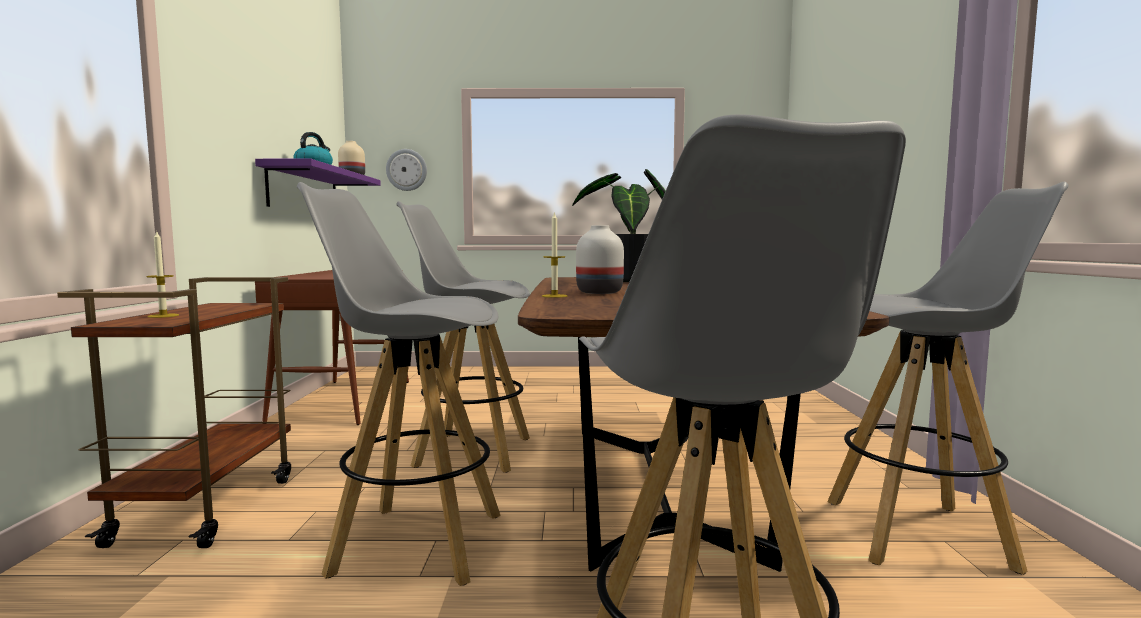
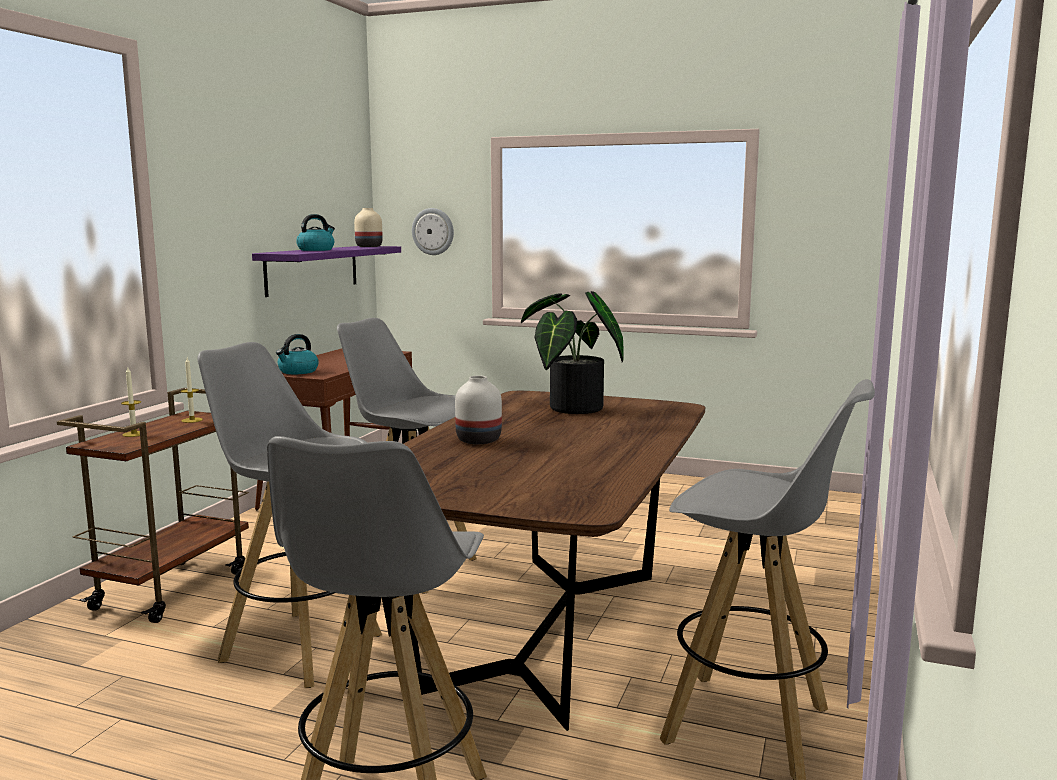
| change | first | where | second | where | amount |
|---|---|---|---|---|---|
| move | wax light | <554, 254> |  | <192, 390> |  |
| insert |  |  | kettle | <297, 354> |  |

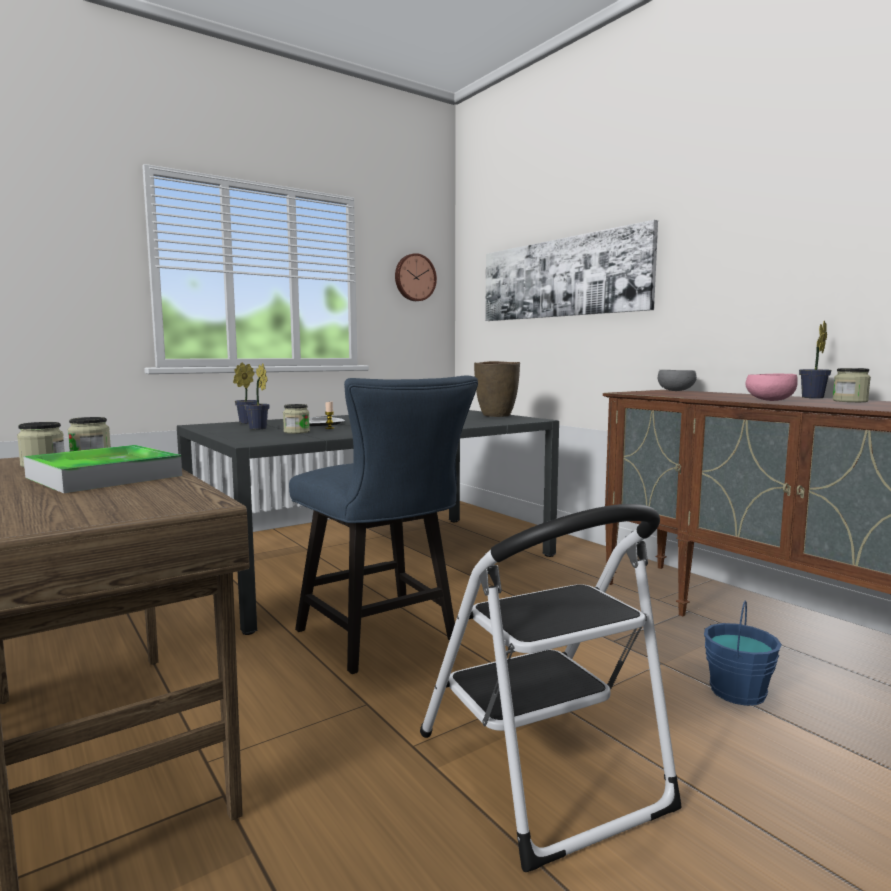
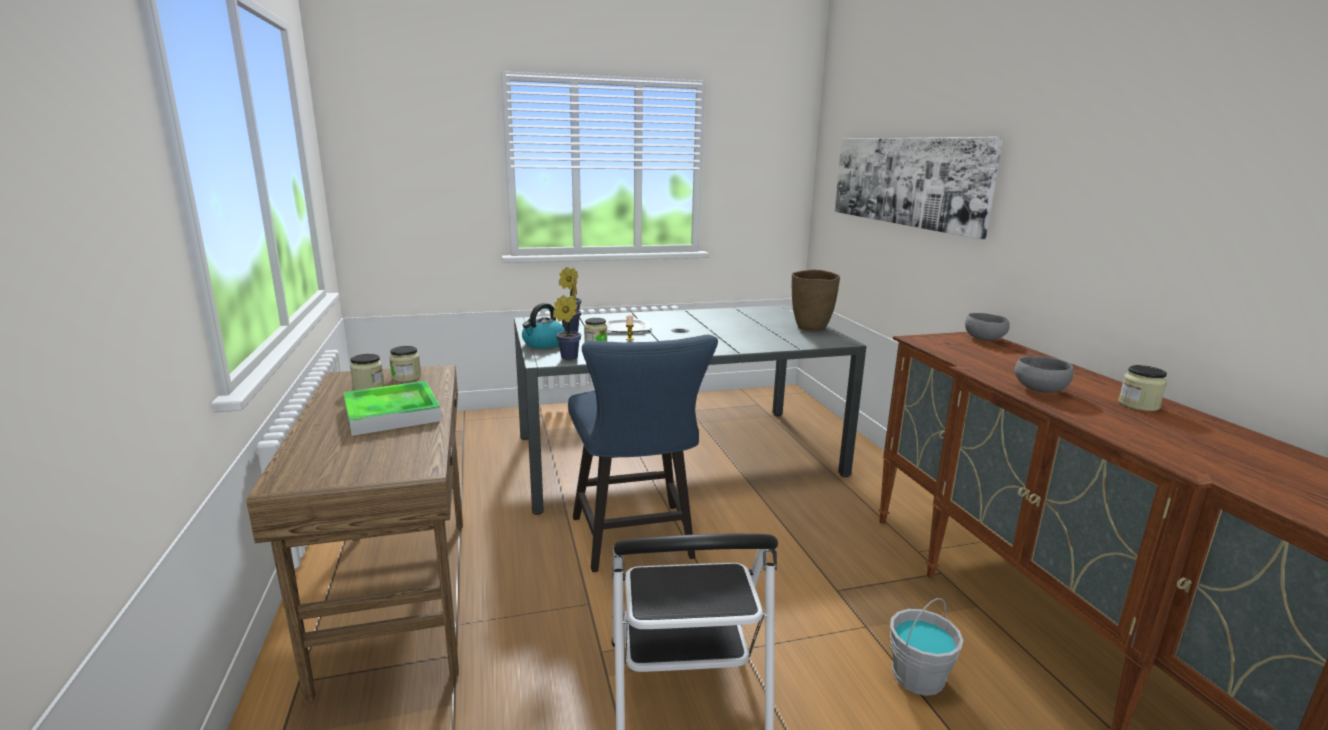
| change | first | where | second | where | amount |
|---|---|---|---|---|---|
| delete | wall clock | <416, 277> |  |  |  |
| move | potted plant | <815, 359> |  | <567, 327> |  |
| recolor | pink deep dish | <771, 387> | greyish deep dish | <1043, 374> |  |
| recolor | bluish bucket | <743, 653> | greyish bucket | <927, 647> |  |
| insert |  |  | kettle | <543, 325> |  |

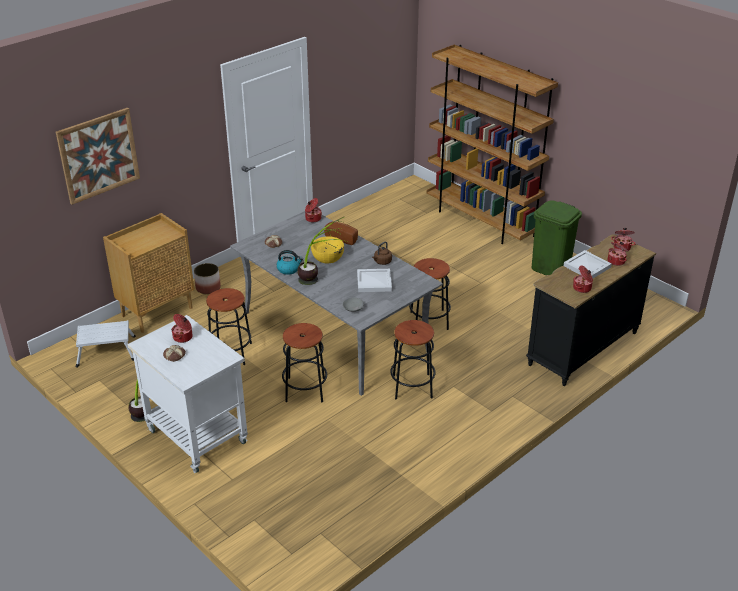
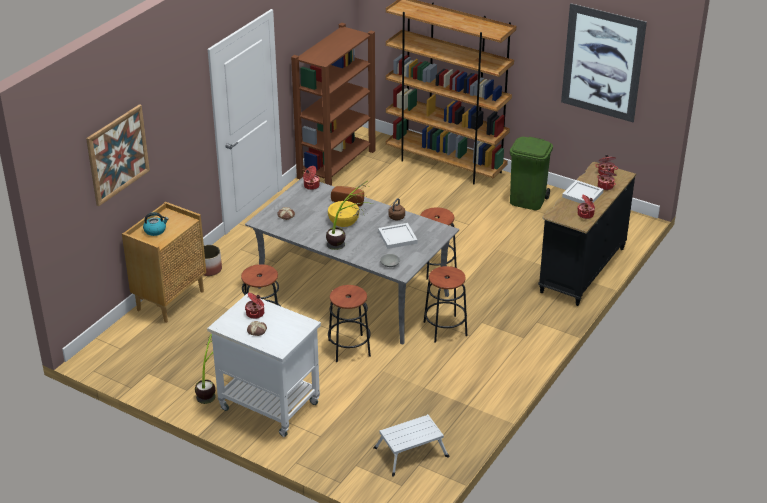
| change | first | where | second | where | amount |
|---|---|---|---|---|---|
| move | kettle | <289, 262> |  | <156, 224> |  |
| move | white-coloured stepladder | <106, 344> |  | <411, 445> |  |
| insert |  |  | wall picture | <604, 62> |  |
| insert |  |  | brown bookshelf | <333, 104> |  |

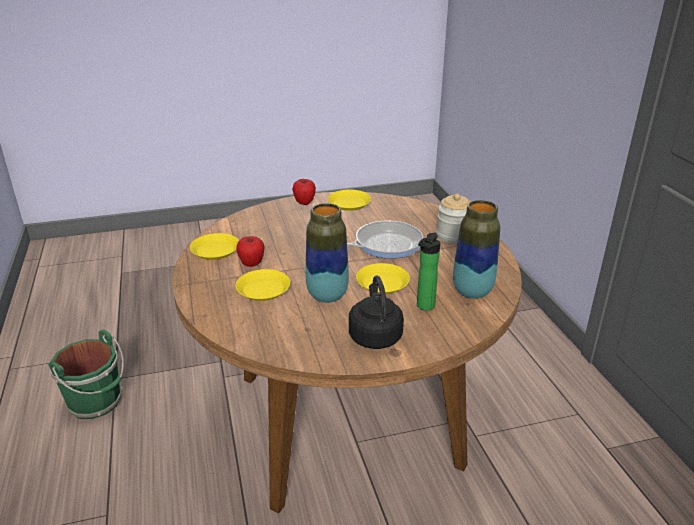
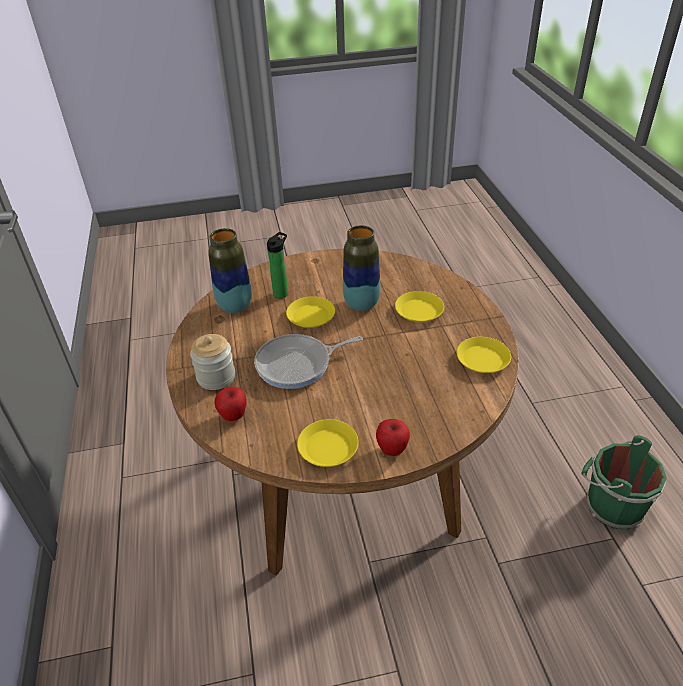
| change | first | where | second | where | amount |
|---|---|---|---|---|---|
| move | apple fruit | <250, 251> |  | <230, 404> |  |
| delete | blackish kettle | <376, 312> |  |  |  |

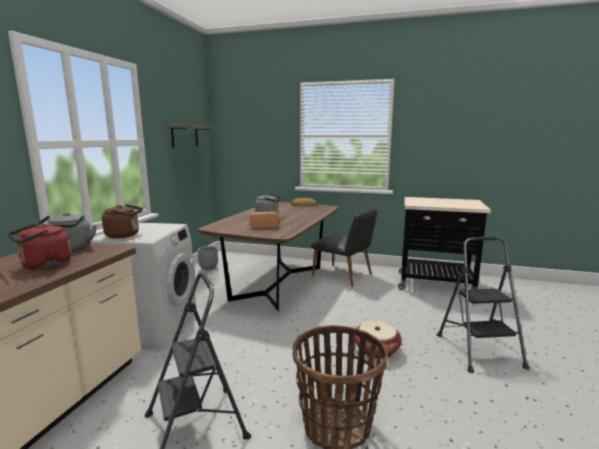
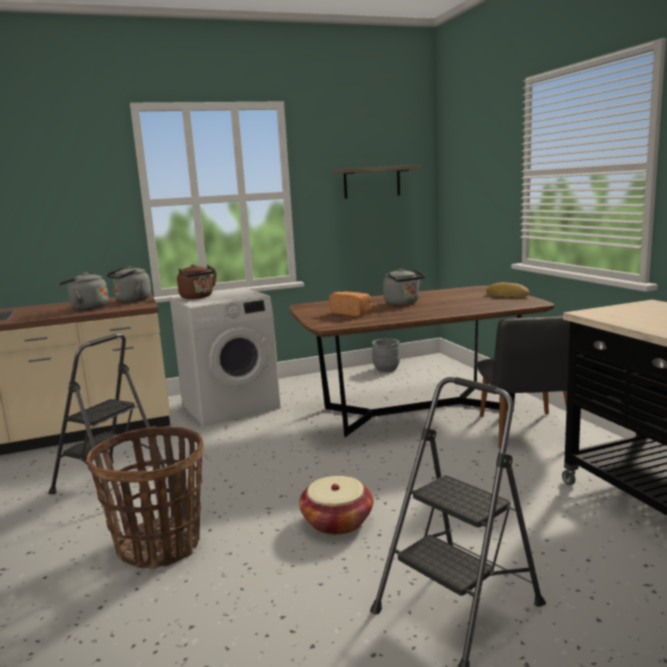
| change | first | where | second | where | amount |
|---|---|---|---|---|---|
| recolor | reddish kettle | <39, 247> | greyish kettle | <83, 291> |  |

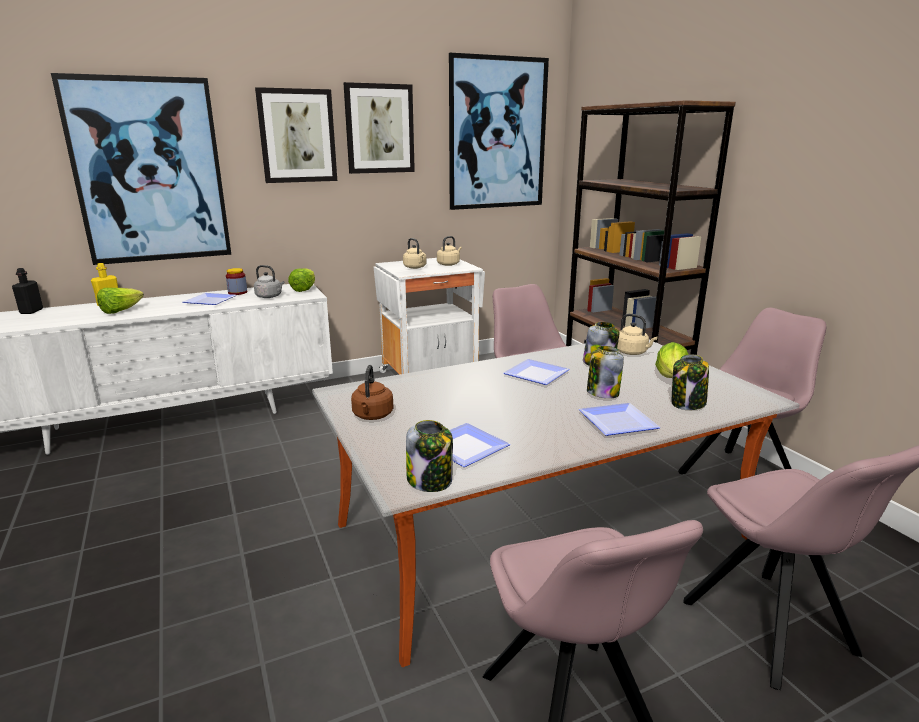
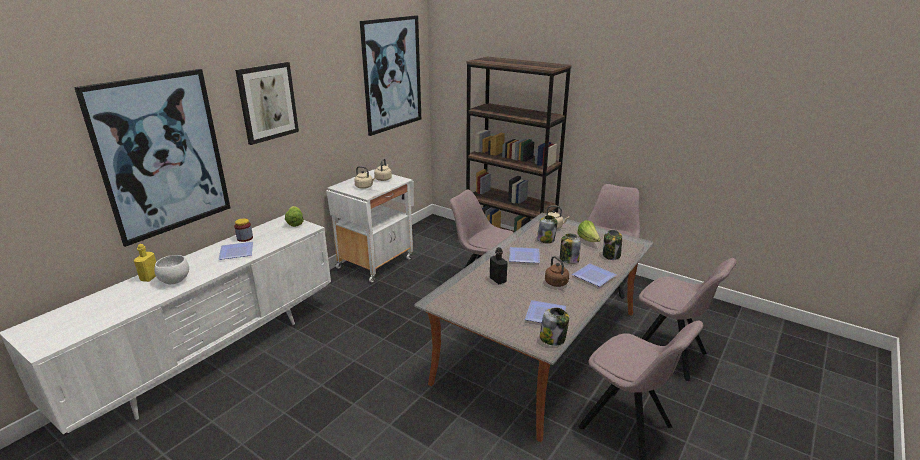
| change | first | where | second | where | amount |
|---|---|---|---|---|---|
| delete | wall picture | <379, 128> |  |  |  |
| delete | greyish kettle | <269, 281> |  |  |  |
| move | blackish beverage bottle | <27, 291> |  | <499, 265> |  |
| replace | lettuce head | <120, 301> | white-coloured deep dish | <171, 269> |  |
| move | brown kettle | <372, 392> |  | <557, 271> |  |

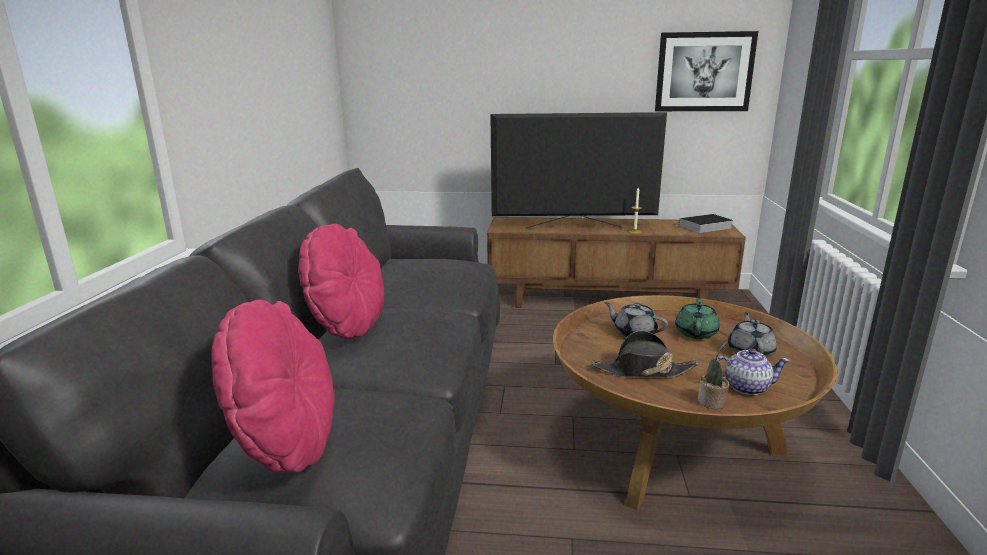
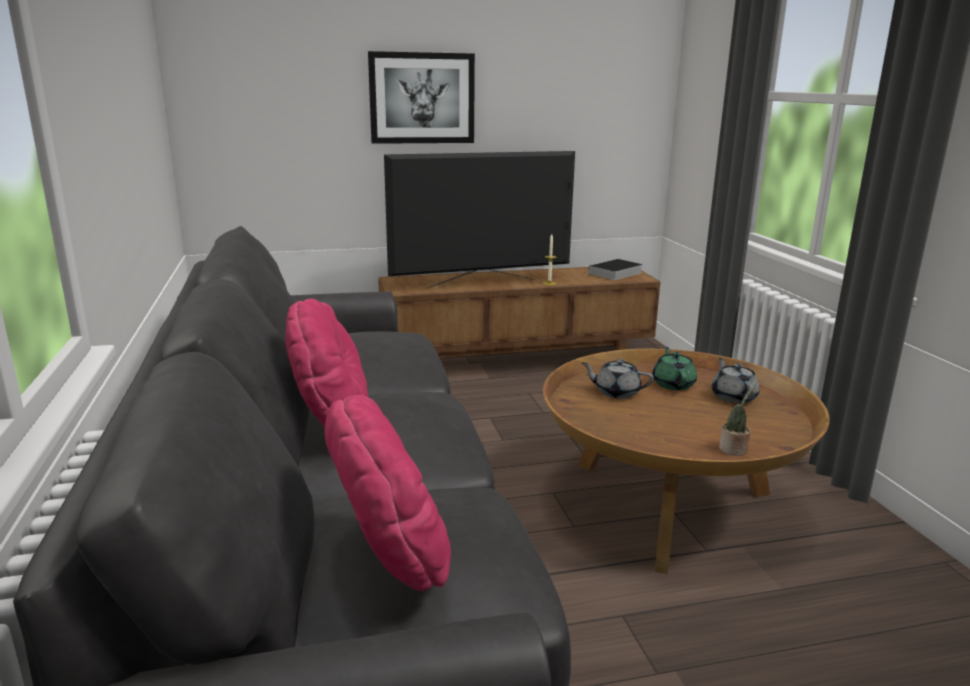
| change | first | where | second | where | amount |
|---|---|---|---|---|---|
| move | wall picture | <706, 71> |  | <421, 97> |  |
| delete | blackish hat | <644, 354> |  |  |  |
| delete | teapot | <754, 371> |  |  |  |

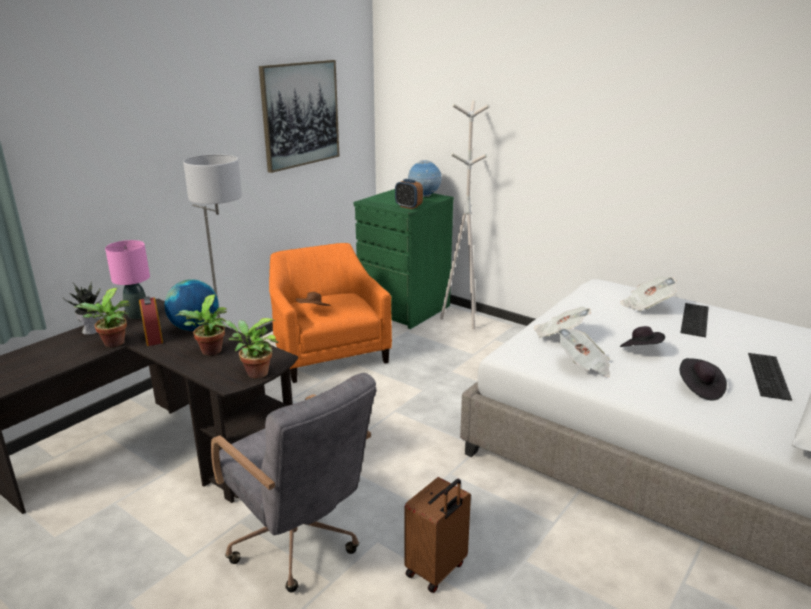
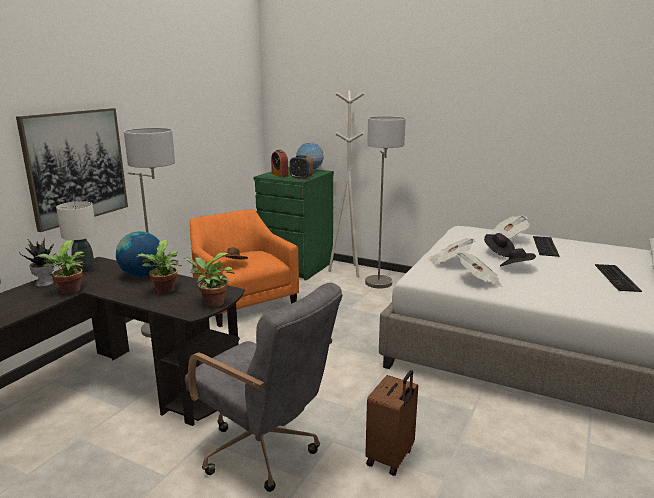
| change | first | where | second | where | amount |
|---|---|---|---|---|---|
| move | wall picture | <299, 116> |  | <72, 170> |  |
| recolor | pink tabletop lamp | <127, 279> | white-coloured tabletop lamp | <76, 237> |  |
| move | alarm clock | <151, 321> |  | <280, 163> |  |
| move | blackish hat | <703, 379> |  | <499, 245> |  |
| insert |  |  | greyish standard lamp | <385, 202> |  |

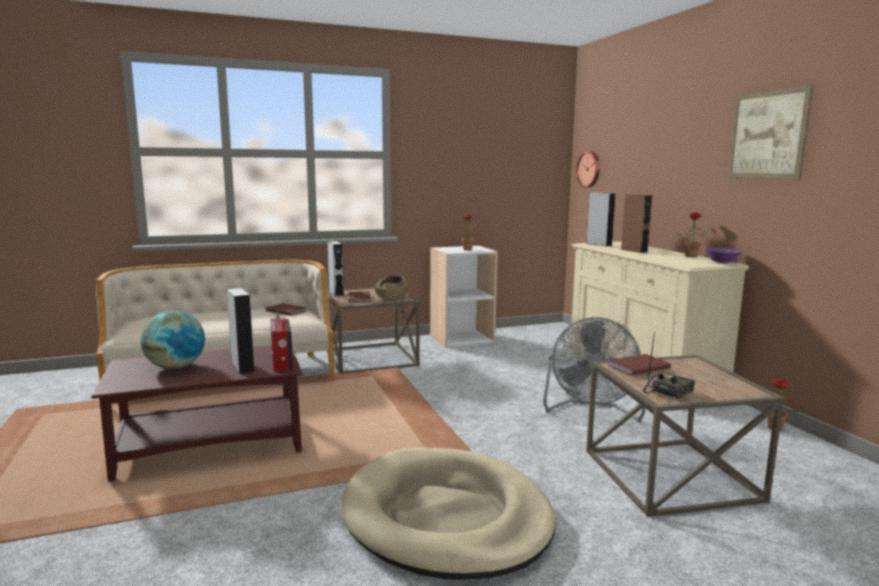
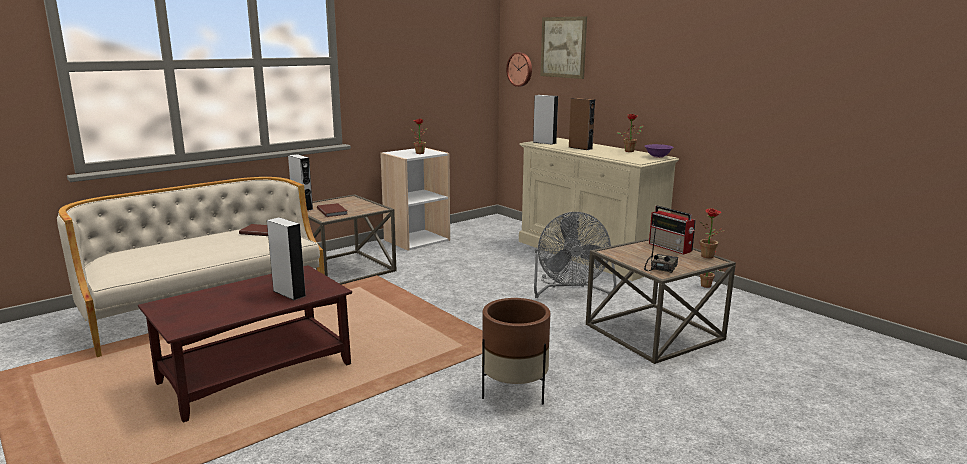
| change | first | where | second | where | amount |
|---|---|---|---|---|---|
| move | wall picture | <770, 132> |  | <563, 47> |  |
| delete | brown deep dish | <391, 287> |  |  |  |
| delete | globe | <173, 340> |  |  |  |
| move | radio | <281, 342> |  | <672, 230> |  |
| delete | brown volume | <639, 365> |  |  |  |
| replace | sand-coloured dog cushion | <449, 514> | brown planter | <516, 351> |  |
| insert |  |  | potted plant | <712, 233> |  |

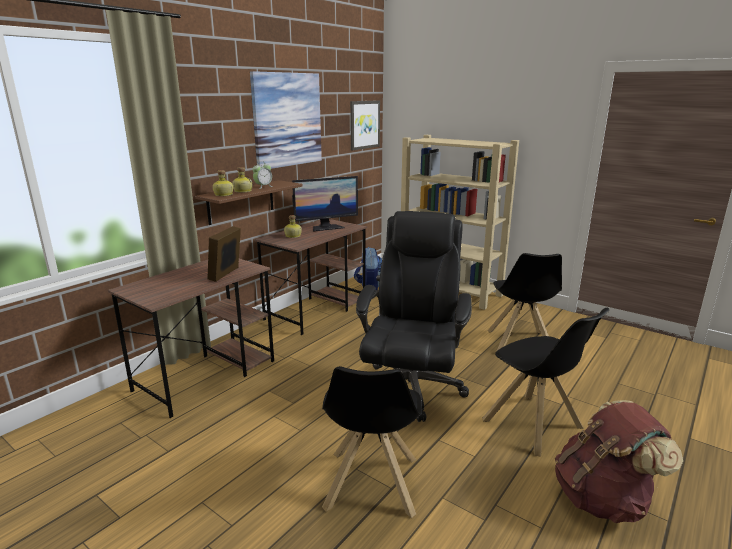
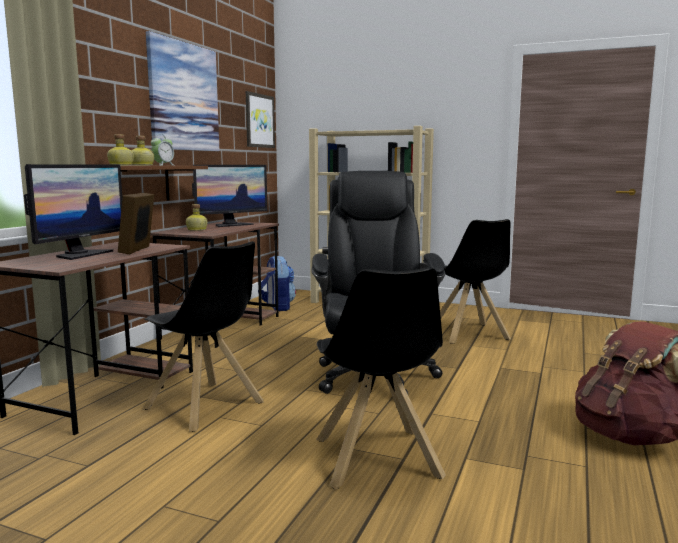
| change | first | where | second | where | amount |
|---|---|---|---|---|---|
| move | blackish chair | <546, 382> |  | <203, 336> |  |
| insert |  |  | computer screen | <73, 212> |  |

